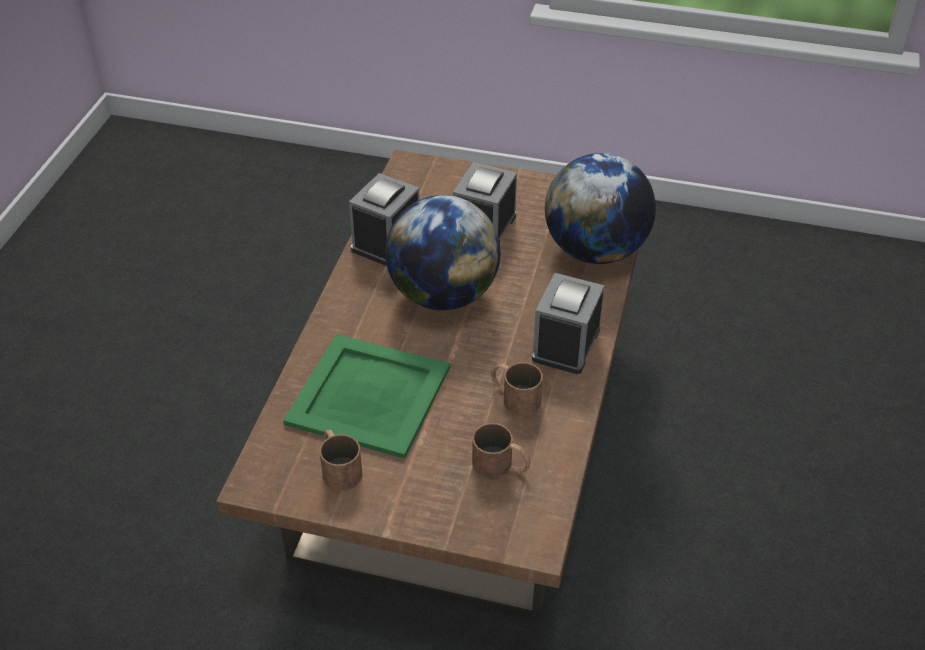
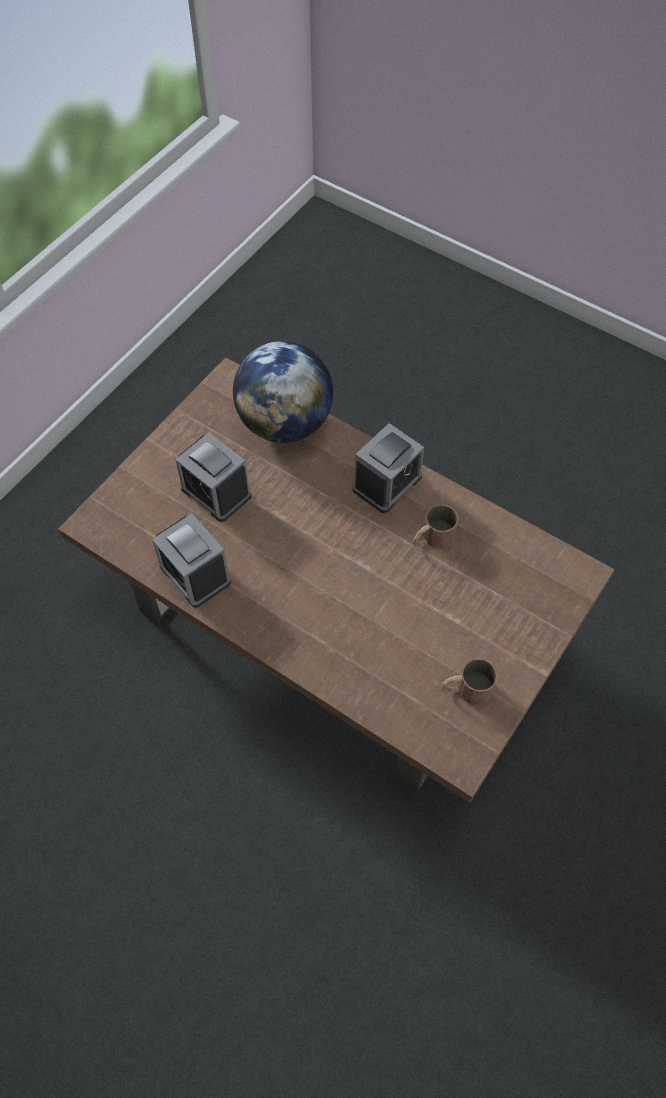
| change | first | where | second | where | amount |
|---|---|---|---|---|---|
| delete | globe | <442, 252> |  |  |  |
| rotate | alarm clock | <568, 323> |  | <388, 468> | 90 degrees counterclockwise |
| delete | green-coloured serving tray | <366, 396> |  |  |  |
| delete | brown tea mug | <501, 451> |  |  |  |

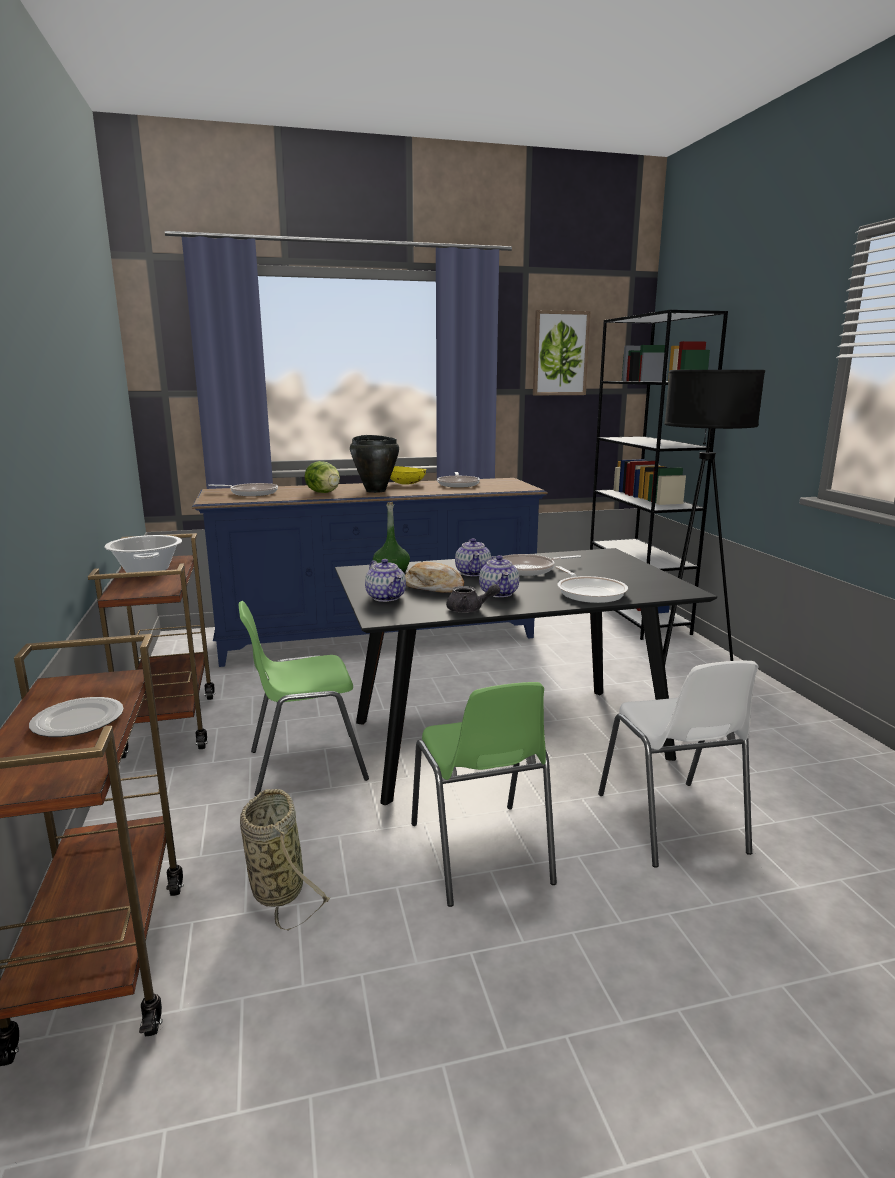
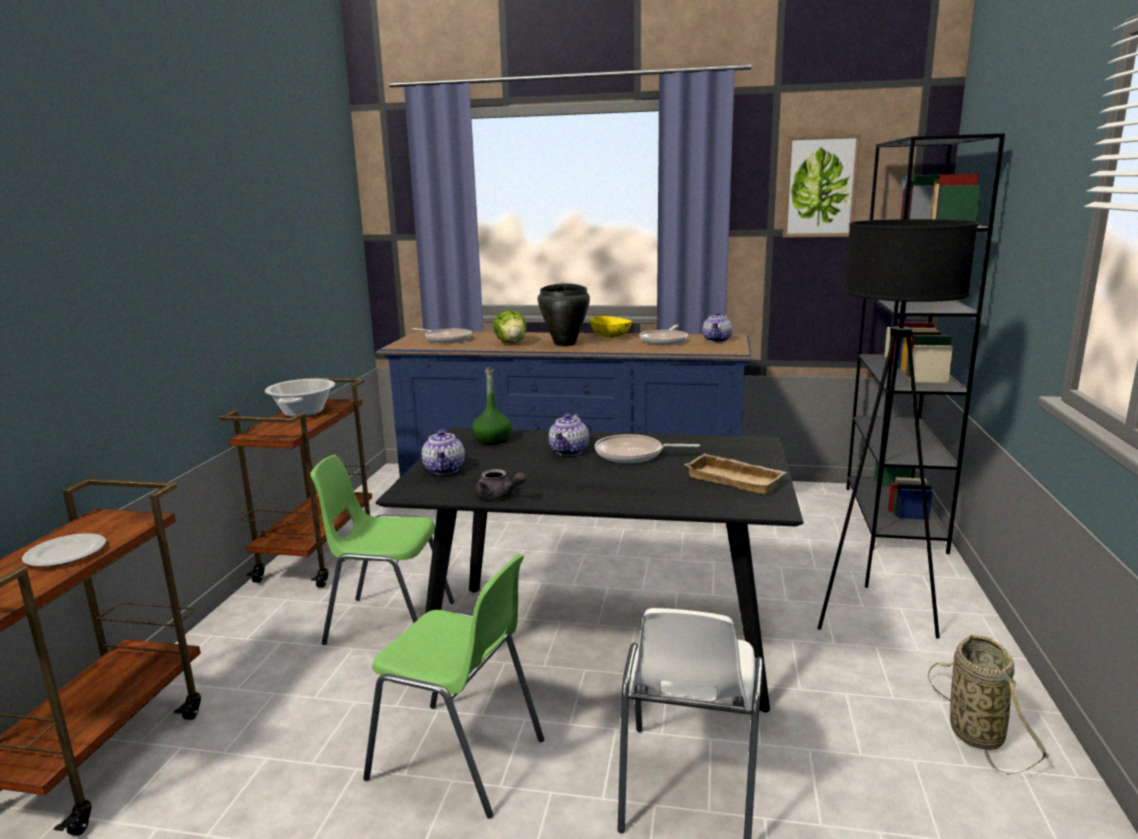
| change | first | where | second | where | amount |
|---|---|---|---|---|---|
| recolor | white-coloured bookshelf | <659, 475> | blackish bookshelf | <925, 343> |  |
| move | teapot | <499, 576> |  | <717, 327> |  |
| delete | bakery bread | <434, 577> |  |  |  |
| delete | skillet | <591, 584> |  |  |  |
| rotate | green-coloured chair | <484, 794> |  | <453, 686> | 75 degrees counterclockwise |
| move | household basket | <285, 860> |  | <988, 705> |  |
| insert |  |  | sand-coloured serving tray | <735, 474> |  |

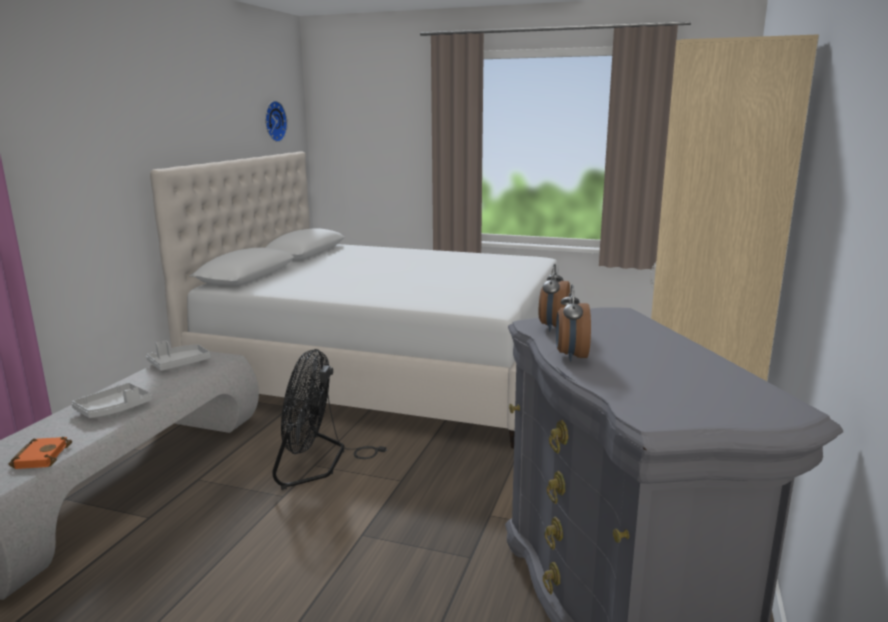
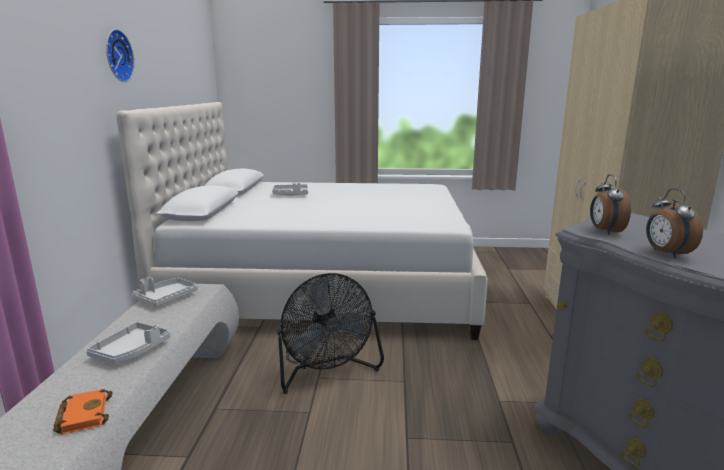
| change | first | where | second | where | amount |
|---|---|---|---|---|---|
| move | wall clock | <276, 121> |  | <120, 55> |  |
| rotate | blackish cooling fan | <330, 419> |  | <330, 333> | 105 degrees counterclockwise |
| insert |  |  | greyish serving tray | <290, 189> |  |

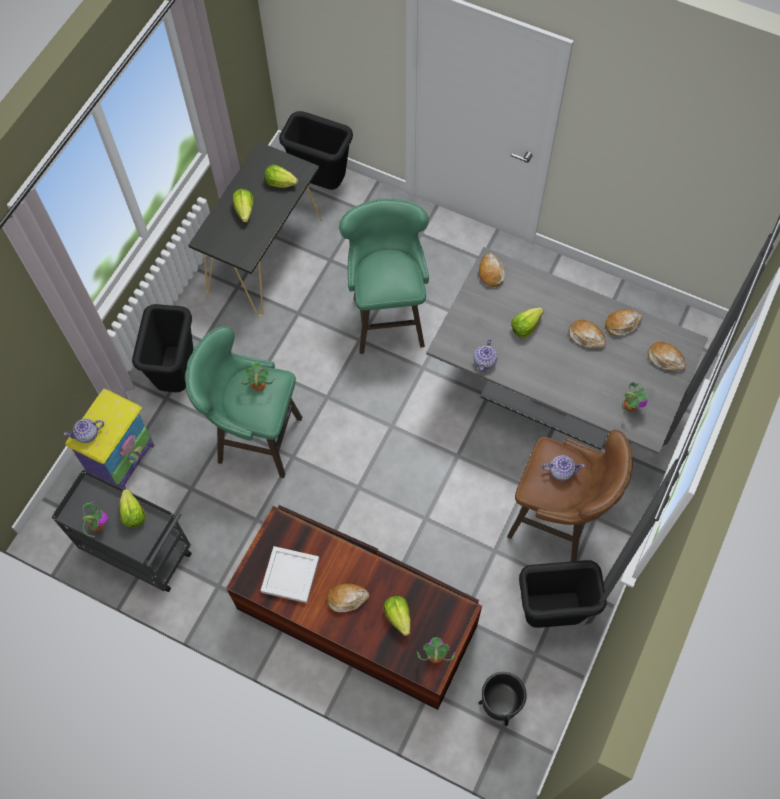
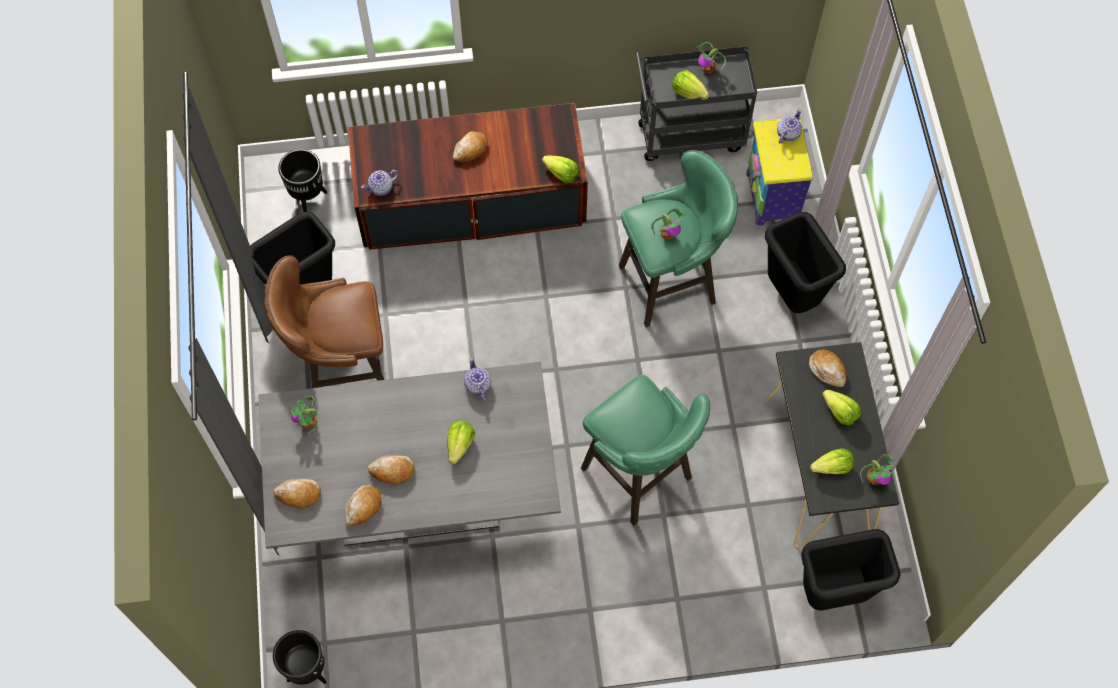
| change | first | where | second | where | amount |
|---|---|---|---|---|---|
| move | bakery bread | <492, 270> |  | <828, 368> |  |
| move | teapot | <563, 468> |  | <379, 183> |  |
| delete | white-coloured serving tray | <290, 574> |  |  |  |
| move | lettuce head | <397, 616> |  | <560, 169> |  |
| move | potted plant | <436, 650> |  | <878, 469> |  |
| insert |  |  | blackish planter | <300, 657> |  |

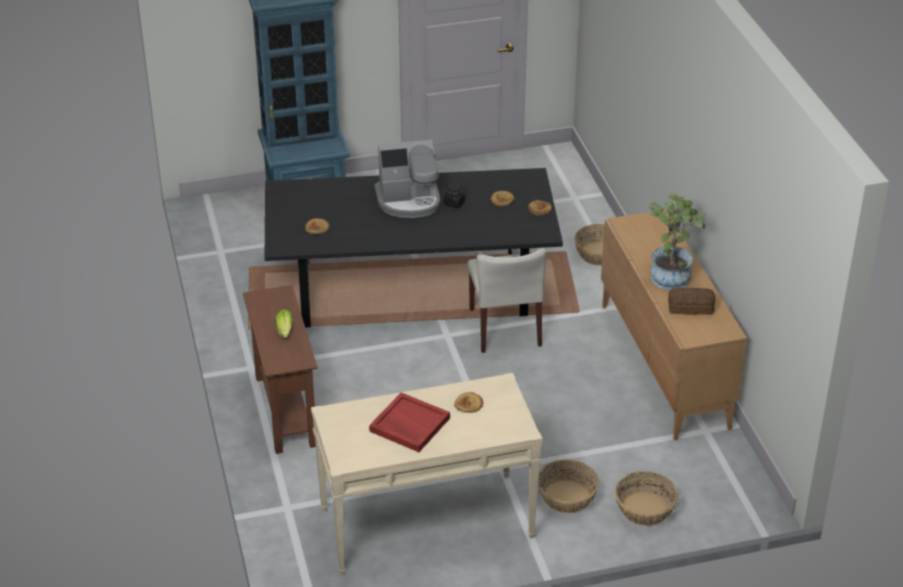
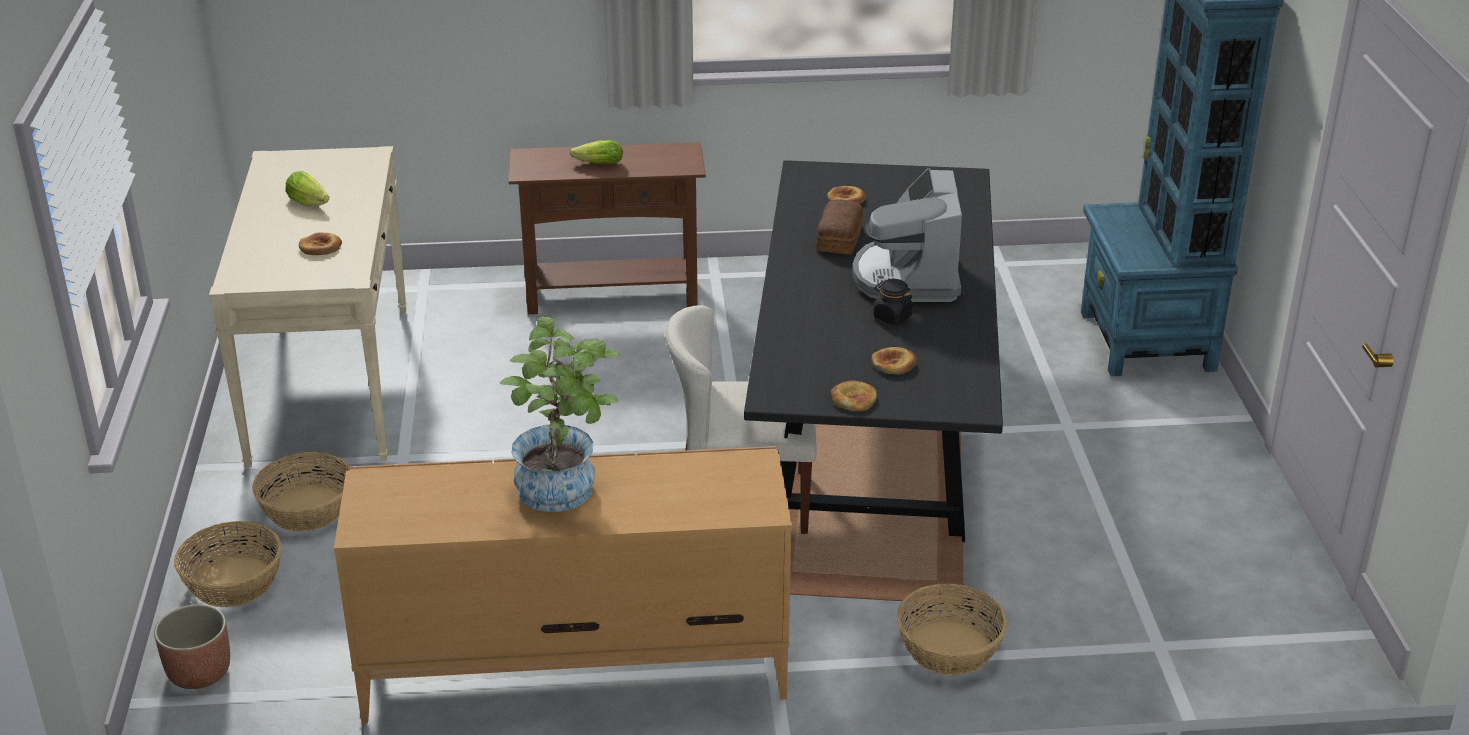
| change | first | where | second | where | amount |
|---|---|---|---|---|---|
| move | bakery bread | <691, 301> |  | <839, 226> |  |
| replace | reddish serving tray | <409, 422> | lettuce head | <307, 188> |  |
| insert |  |  | planter | <192, 646> |  |

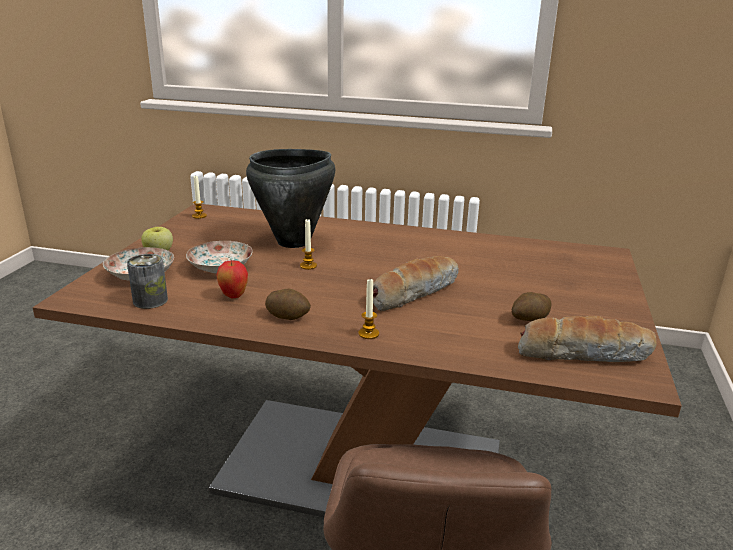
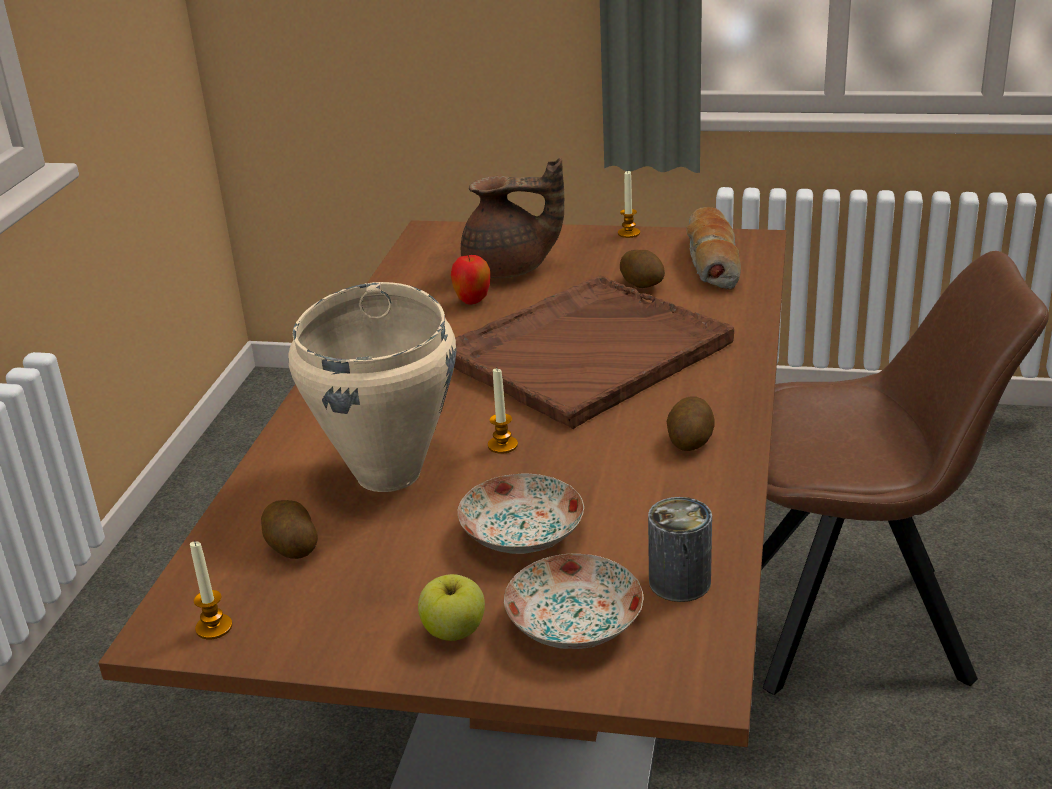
| change | first | where | second | where | amount |
|---|---|---|---|---|---|
| recolor | blackish saucepot | <290, 198> | sand-coloured saucepot | <372, 387> |  |
| replace | bakery bread | <416, 283> | brown serving tray | <594, 352> |  |
| move | apple fruit | <232, 279> |  | <470, 279> |  |
| move | wax light | <369, 309> |  | <629, 204> |  |
| insert |  |  | brown teapot | <512, 218> |  |
| insert |  |  | spud | <289, 529> |  |

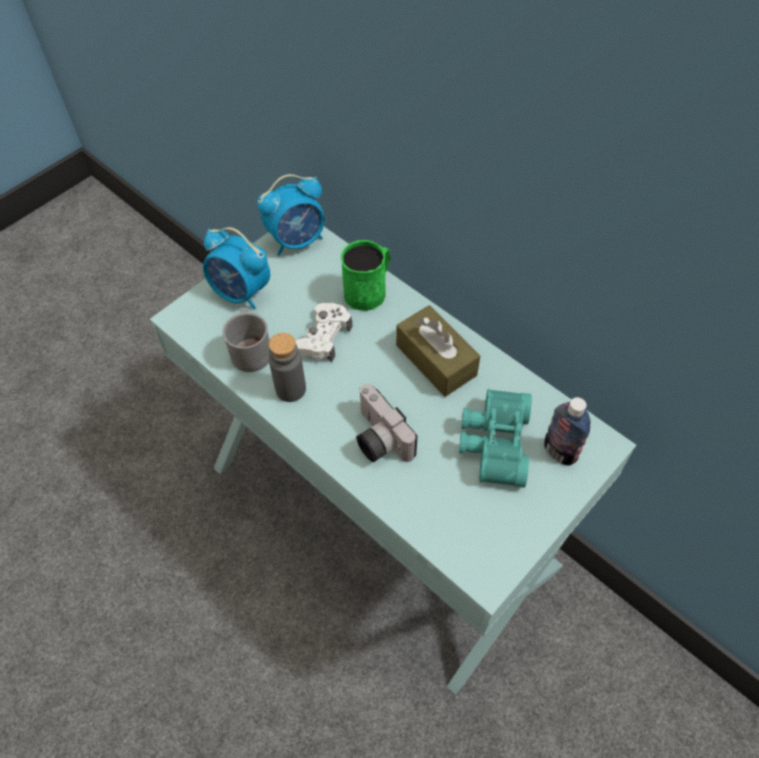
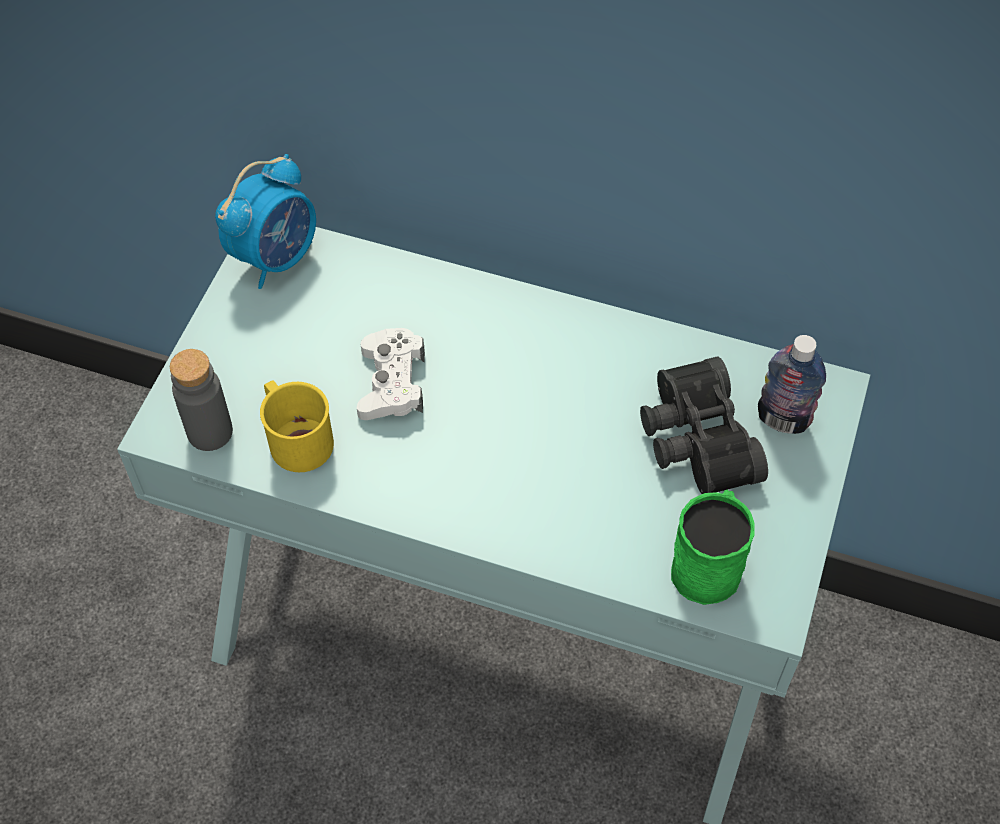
| change | first | where | second | where | amount |
|---|---|---|---|---|---|
| delete | alarm clock | <236, 268> |  |  |  |
| move | green-coloured tea mug | <365, 275> |  | <712, 547> |  |
| delete | brown tissue box | <438, 351> |  |  |  |
| recolor | greyish tea mug | <246, 340> | yellow-coloured tea mug | <297, 426> |  |
| move | greyish beverage bottle | <287, 367> |  | <201, 400> |  |
| delete | still camera | <387, 423> |  |  |  |
| recolor | blue-green pair of binoculars | <495, 438> | blackish pair of binoculars | <704, 425> |  |

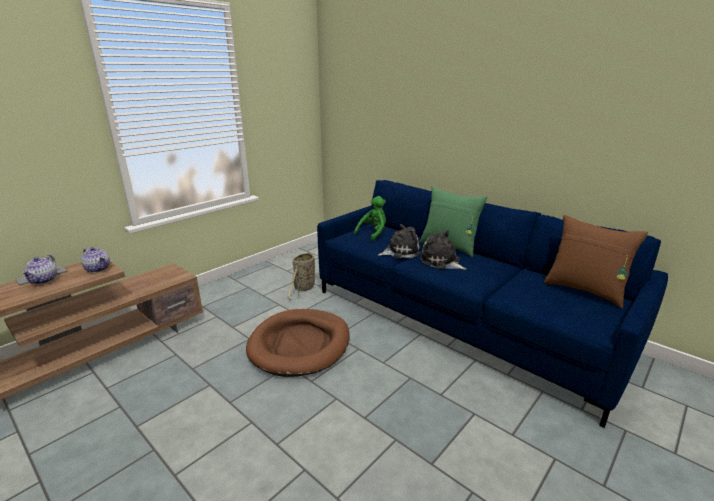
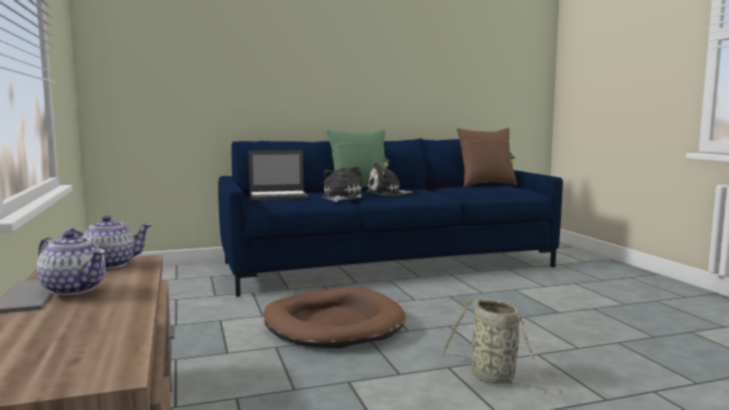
| change | first | where | second | where | amount |
|---|---|---|---|---|---|
| replace | green-coloured plush toy | <370, 218> | notebook computer | <278, 175> |  |
| move | household basket | <302, 276> |  | <501, 345> |  |

